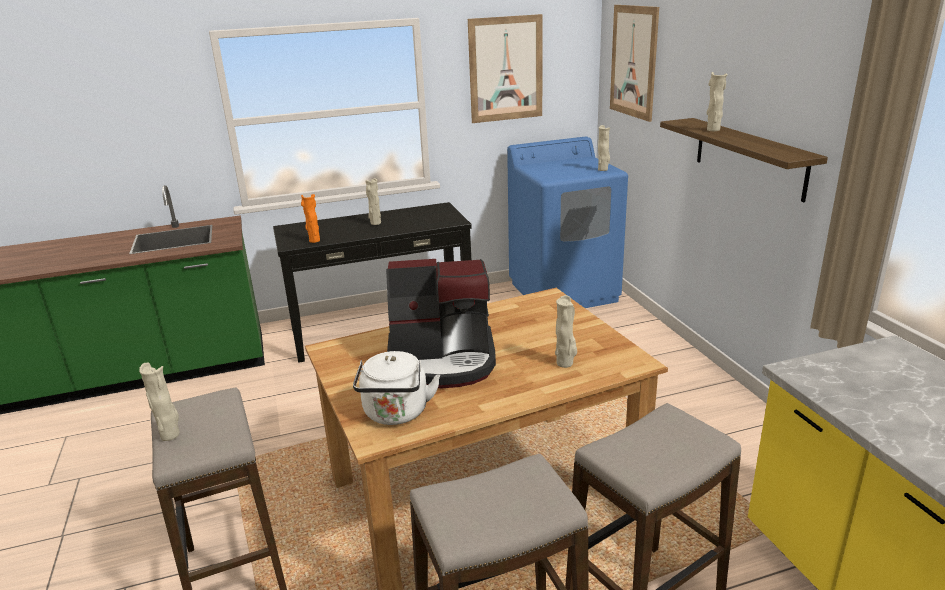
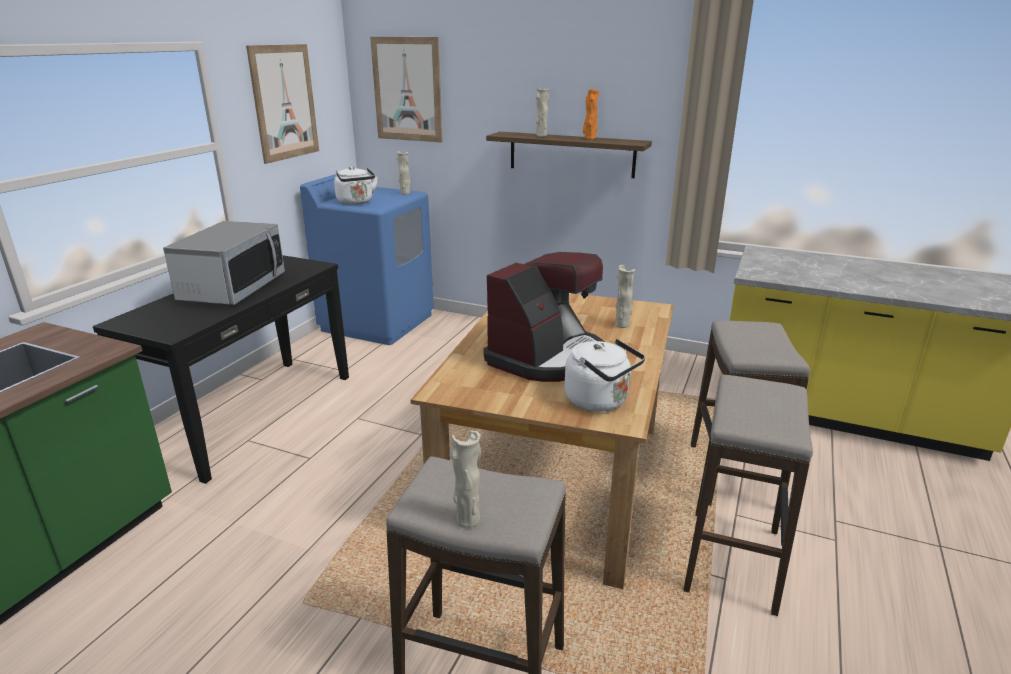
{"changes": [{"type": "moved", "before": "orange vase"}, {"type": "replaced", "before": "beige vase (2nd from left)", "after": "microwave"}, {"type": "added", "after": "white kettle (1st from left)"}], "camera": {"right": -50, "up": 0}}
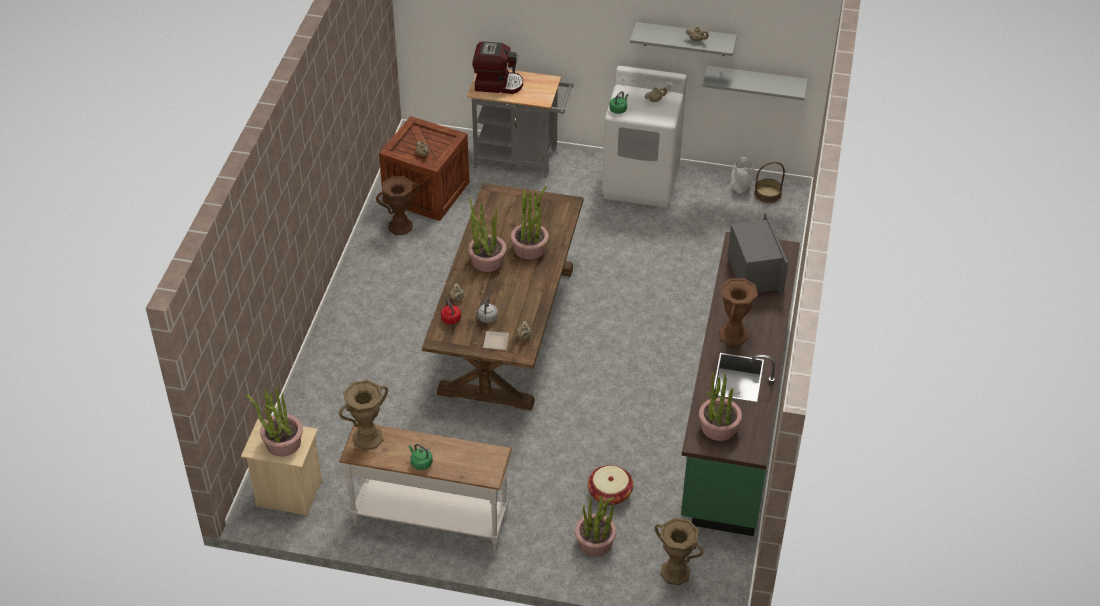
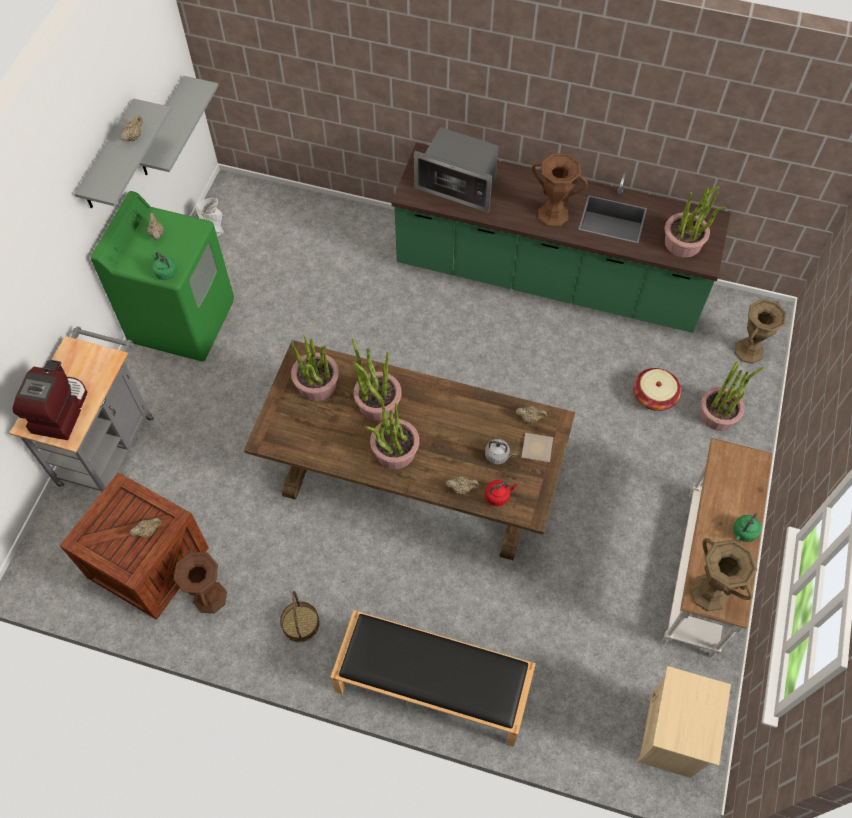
{"changes": [{"type": "moved", "before": "potted plant (1st from left)"}, {"type": "recoloured", "before": "white washing machine", "after": "green washing machine"}, {"type": "turned", "before": "microwave", "turn": -150}, {"type": "moved", "before": "basket (2nd from left in the first image)", "after": "basket (1st from left)"}, {"type": "added", "after": "black bench"}], "camera": {"right": -85, "up": 15}}
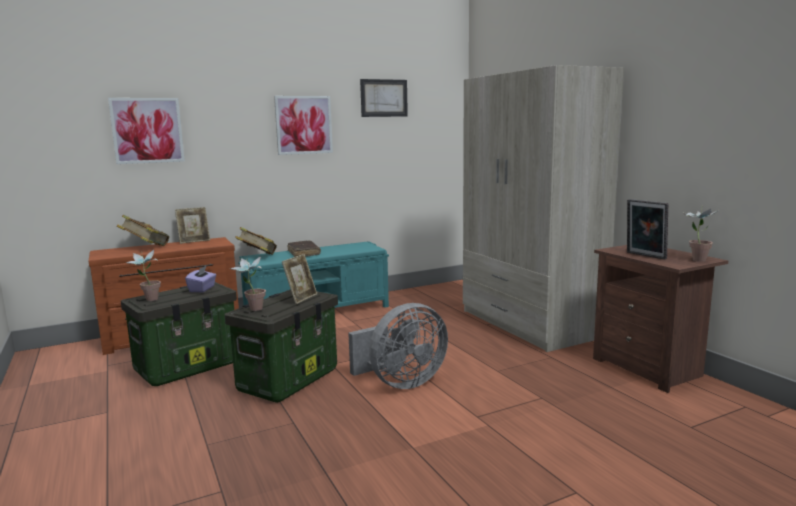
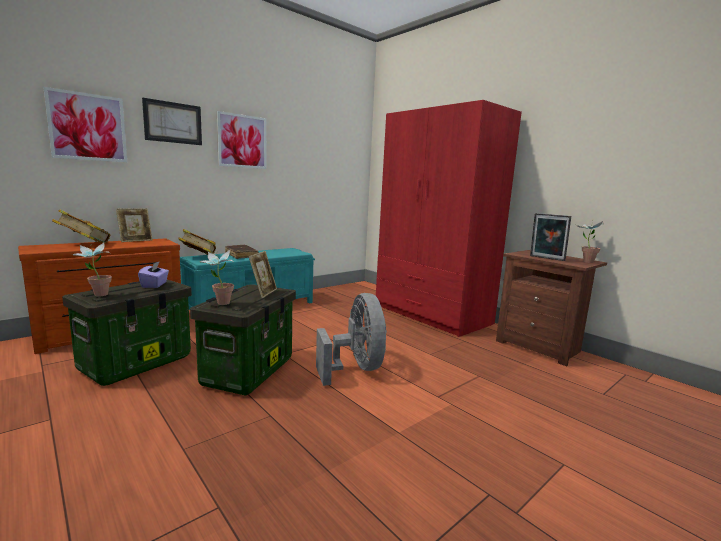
{"changes": [{"type": "turned", "before": "grey fan", "turn": -60}, {"type": "moved", "before": "picture (3rd from left in the first image)", "after": "picture (2nd from left)"}, {"type": "recoloured", "before": "beige wardrobe", "after": "red wardrobe"}], "camera": {"right": -15, "up": 0}}
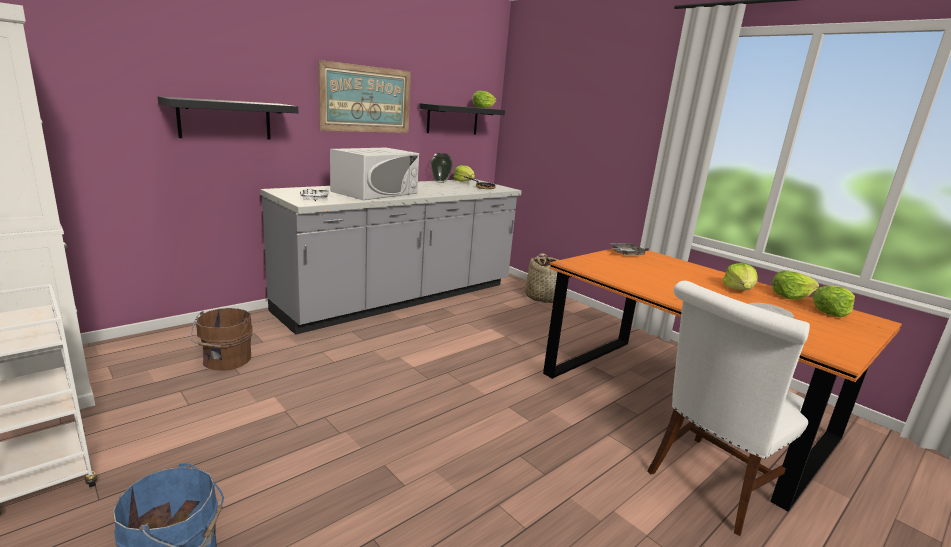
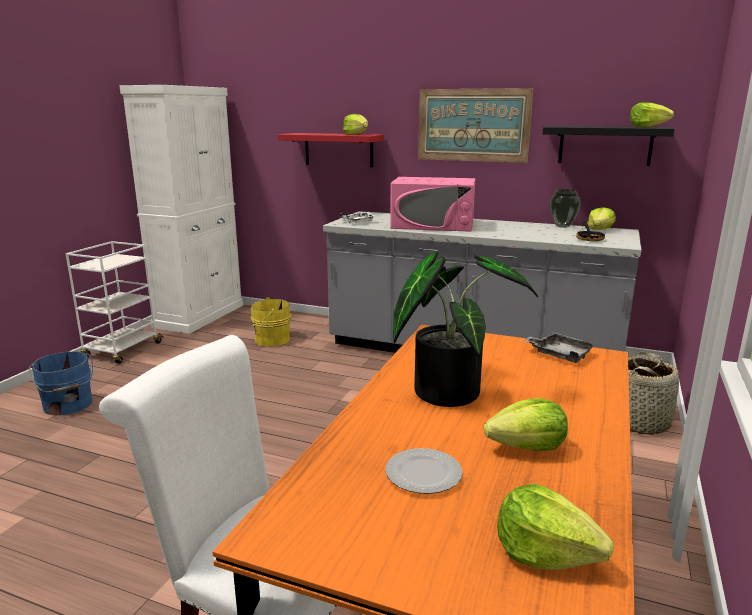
{"changes": [{"type": "recoloured", "before": "black shelf (1st from left)", "after": "red shelf"}, {"type": "recoloured", "before": "brown bucket", "after": "yellow bucket"}, {"type": "recoloured", "before": "white microwave", "after": "pink microwave"}, {"type": "moved", "before": "lettuce (4th from left in the first image)", "after": "lettuce (1st from left)"}, {"type": "added", "after": "potted plant"}], "camera": {"right": 65, "up": 0}}
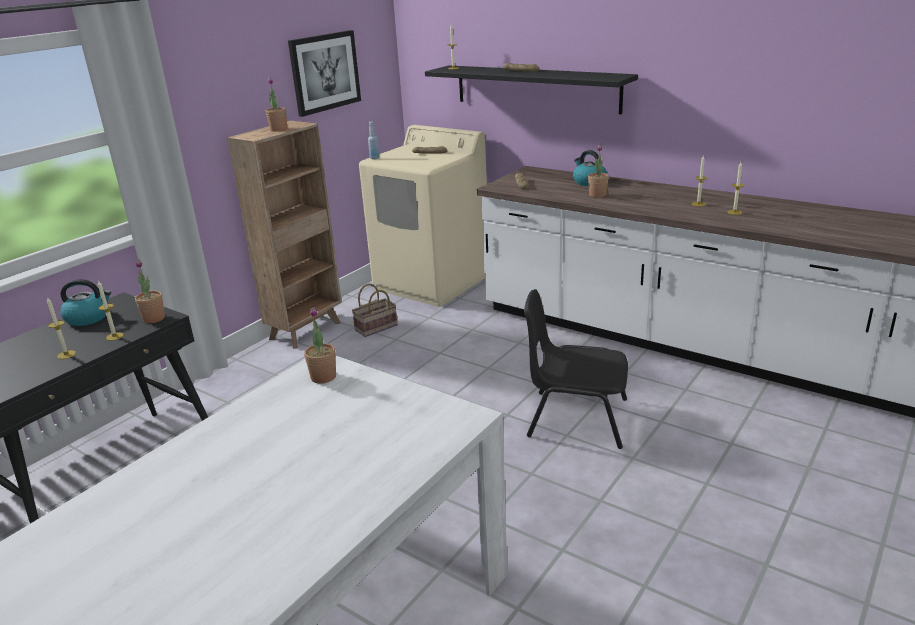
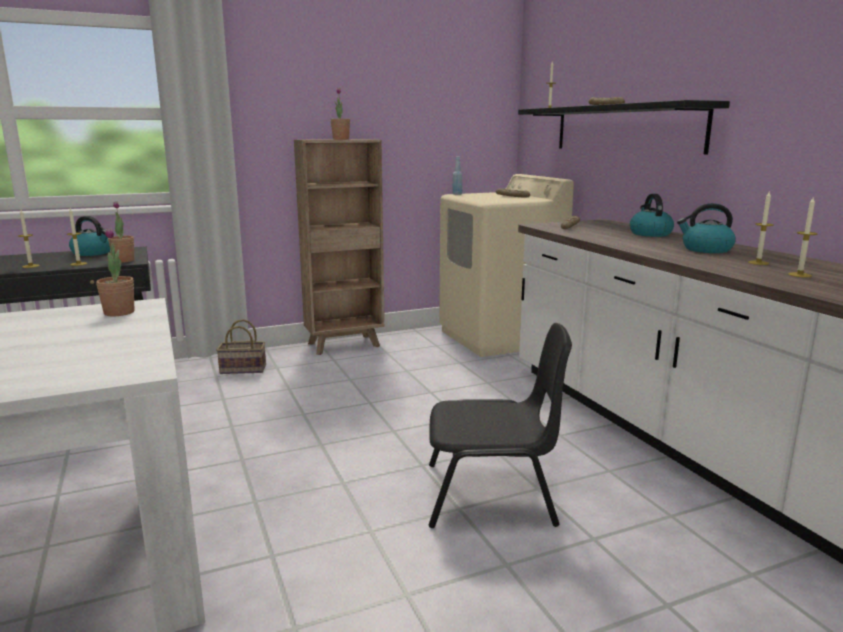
{"changes": [{"type": "removed", "before": "picture"}, {"type": "moved", "before": "basket"}, {"type": "turned", "before": "black chair", "turn": 135}, {"type": "removed", "before": "potted plant (4th from left)"}, {"type": "added", "after": "kettle (3rd from left)"}], "camera": {"right": 30, "up": -10}}
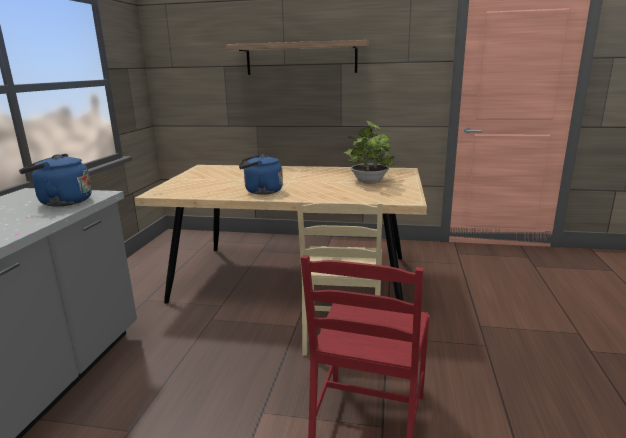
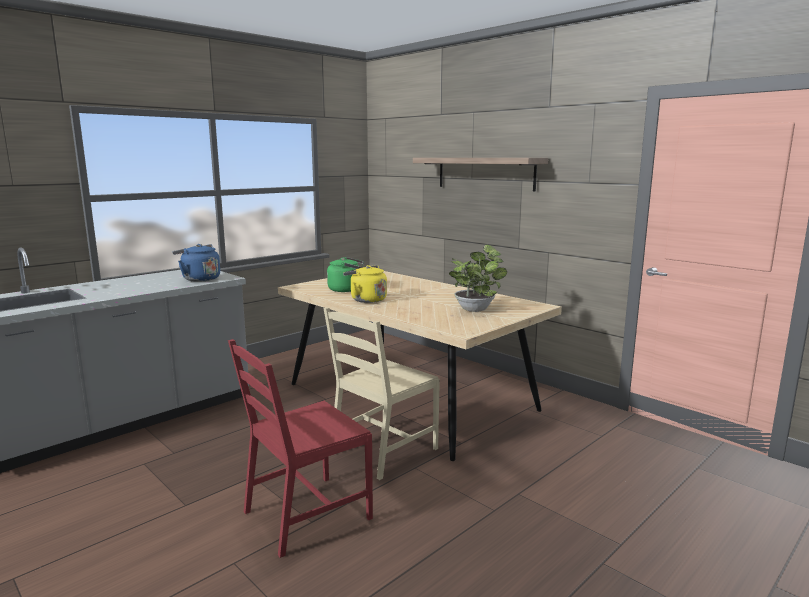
{"changes": [{"type": "recoloured", "before": "blue kettle (2nd from left)", "after": "yellow kettle"}, {"type": "added", "after": "green kettle"}], "camera": {"right": 35, "up": -5}}
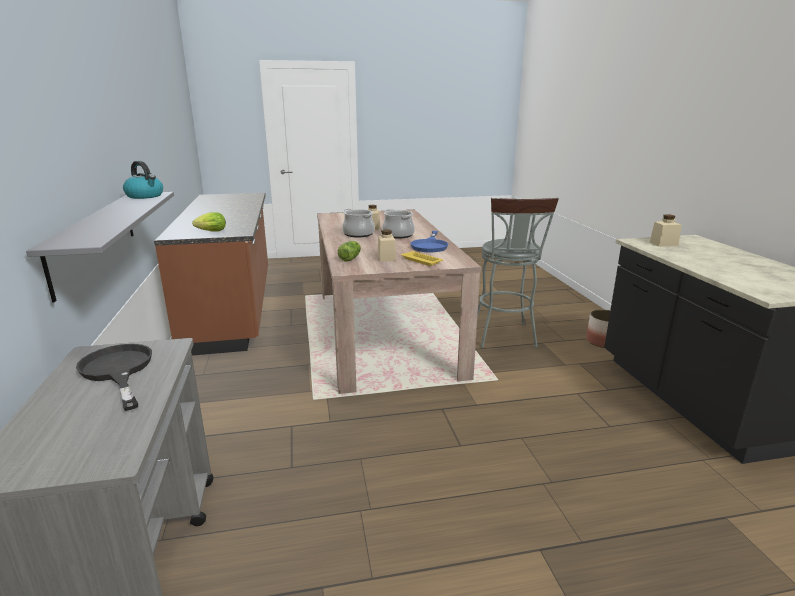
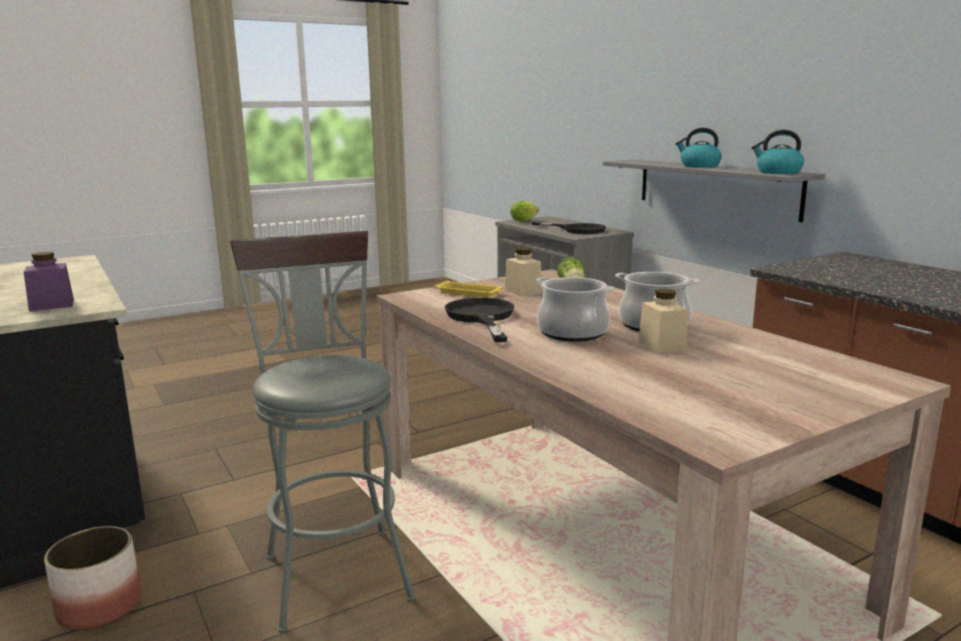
{"changes": [{"type": "moved", "before": "lettuce (1st from left)"}, {"type": "recoloured", "before": "blue frying pan", "after": "black frying pan (1st from left)"}, {"type": "recoloured", "before": "beige jar (3rd from left)", "after": "purple jar"}, {"type": "added", "after": "kettle (1st from left)"}], "camera": {"right": 160, "up": -5}}
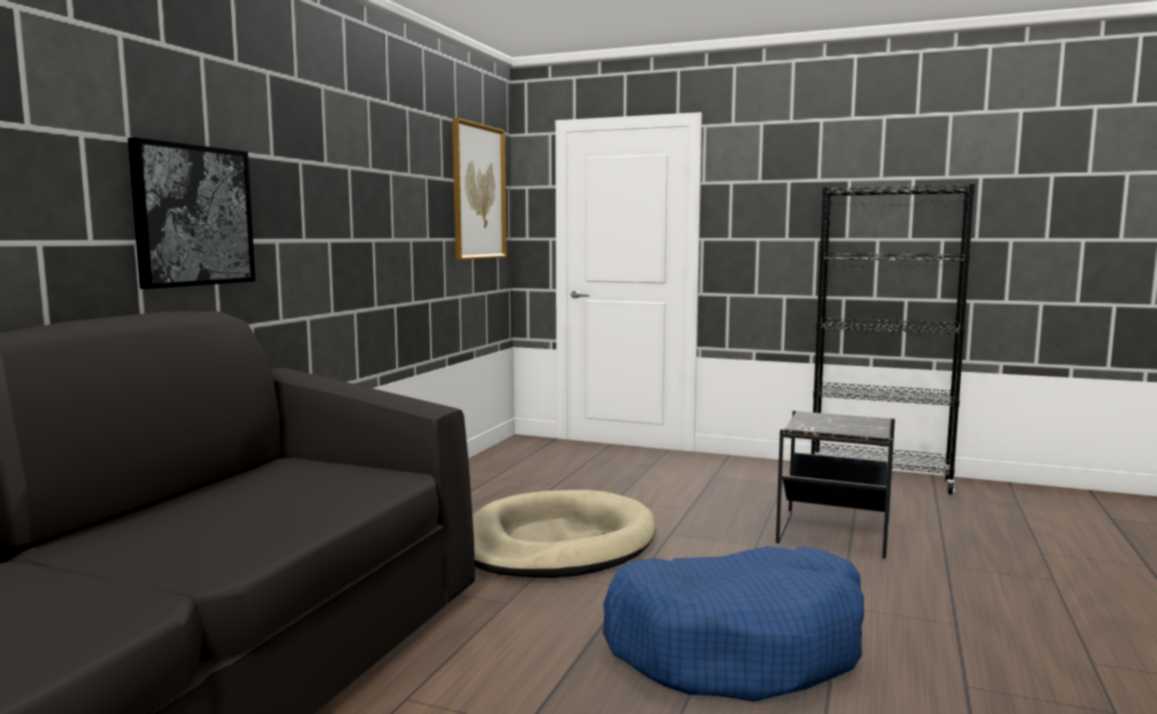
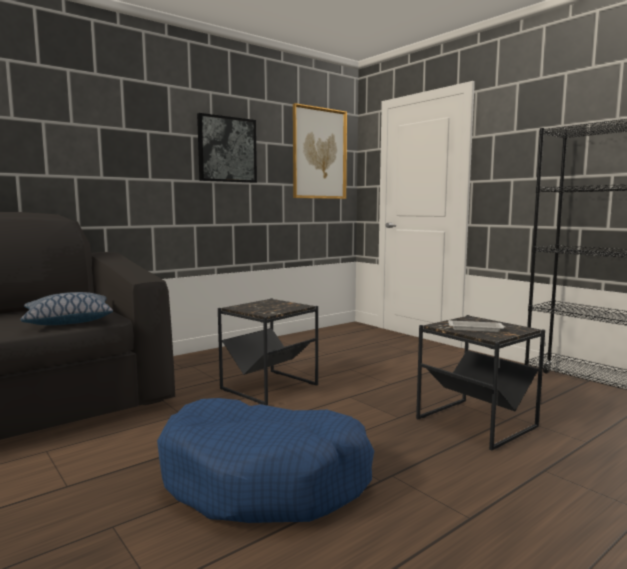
{"changes": [{"type": "moved", "before": "picture (1st from left)"}, {"type": "replaced", "before": "beige dog bed", "after": "black side table (1st from left)"}, {"type": "added", "after": "pillow"}, {"type": "added", "after": "white tray"}], "camera": {"right": 30, "up": 0}}
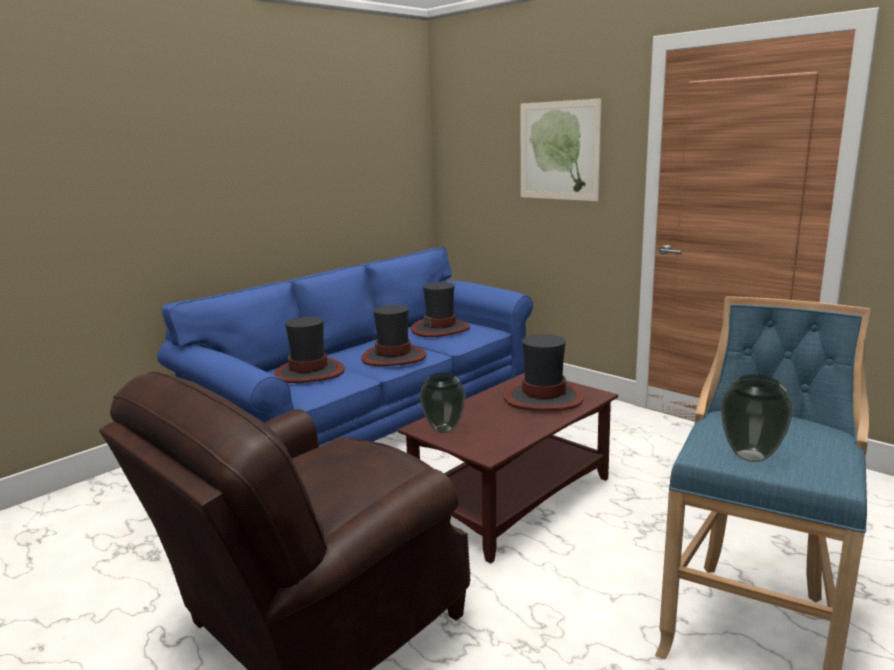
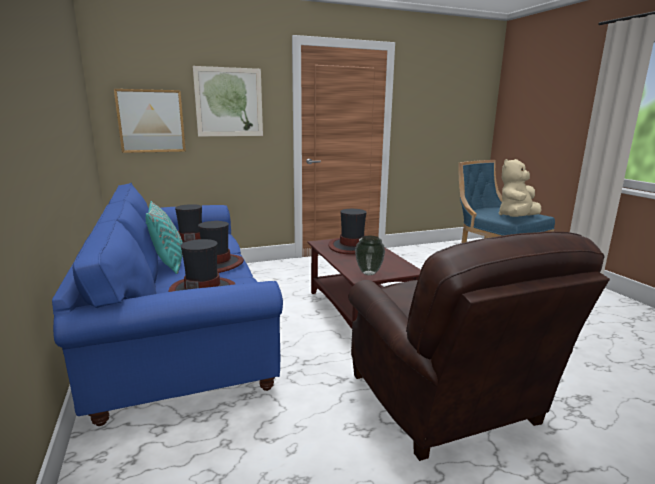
{"changes": [{"type": "replaced", "before": "vase (2nd from left)", "after": "beige plush toy"}, {"type": "added", "after": "picture (1st from left)"}, {"type": "added", "after": "turquoise pillow"}], "camera": {"right": -65, "up": 0}}
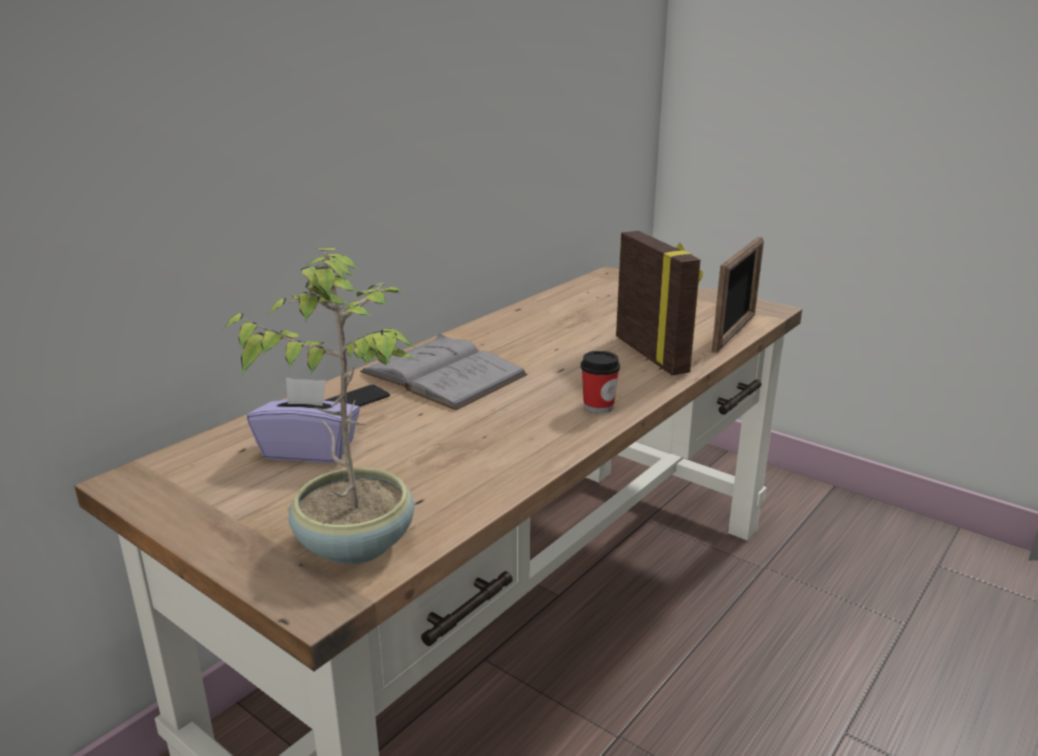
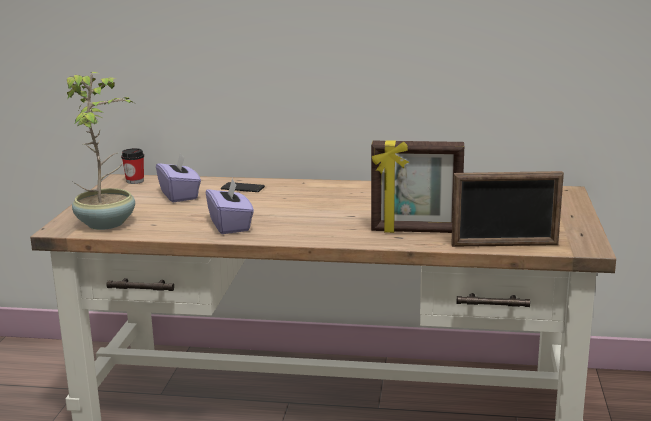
{"changes": [{"type": "removed", "before": "grey book"}, {"type": "moved", "before": "cup"}, {"type": "turned", "before": "picture frame (1st from left)", "turn": 60}, {"type": "added", "after": "purple tissue box (2nd from left)"}], "camera": {"right": 60, "up": -5}}
